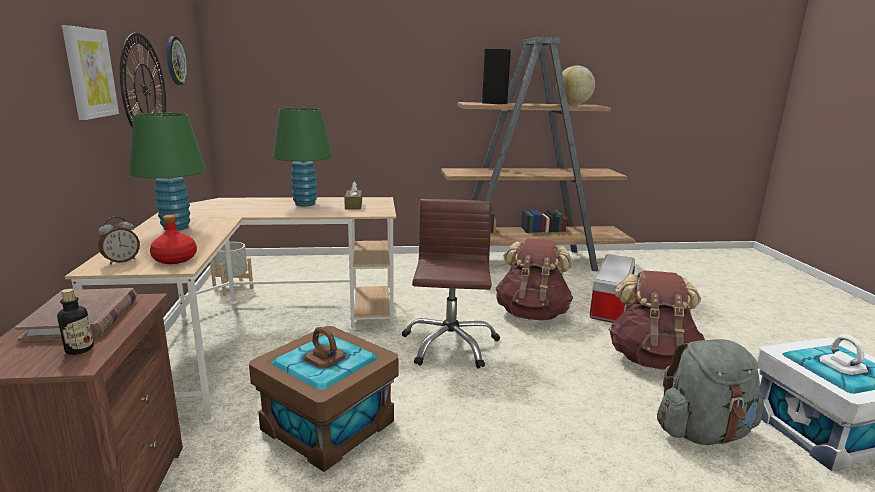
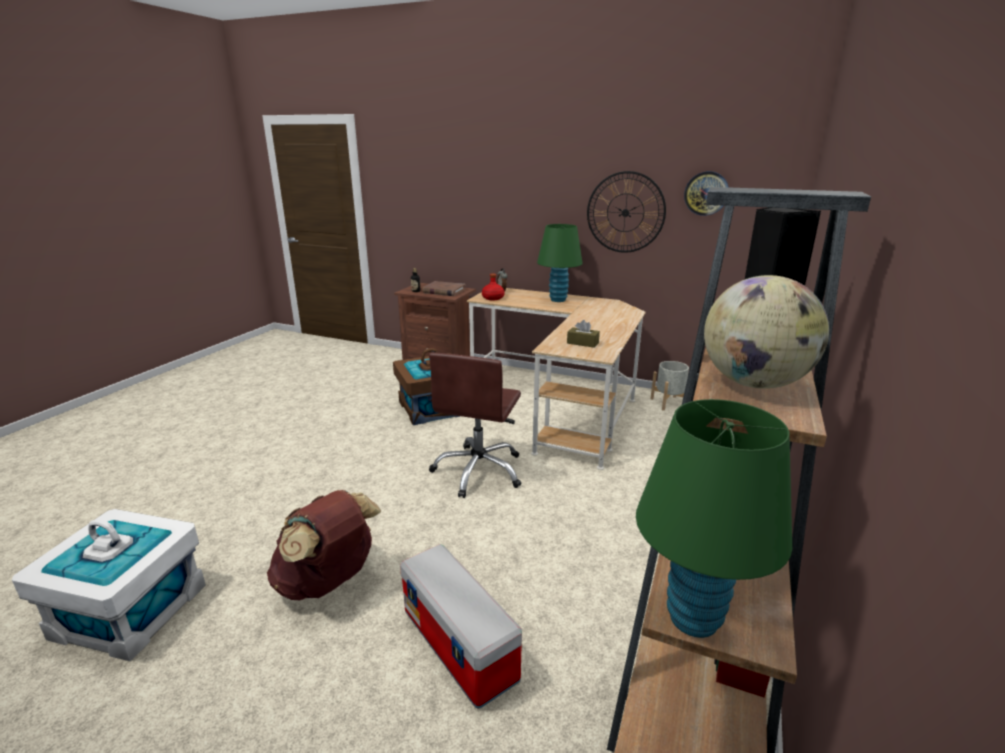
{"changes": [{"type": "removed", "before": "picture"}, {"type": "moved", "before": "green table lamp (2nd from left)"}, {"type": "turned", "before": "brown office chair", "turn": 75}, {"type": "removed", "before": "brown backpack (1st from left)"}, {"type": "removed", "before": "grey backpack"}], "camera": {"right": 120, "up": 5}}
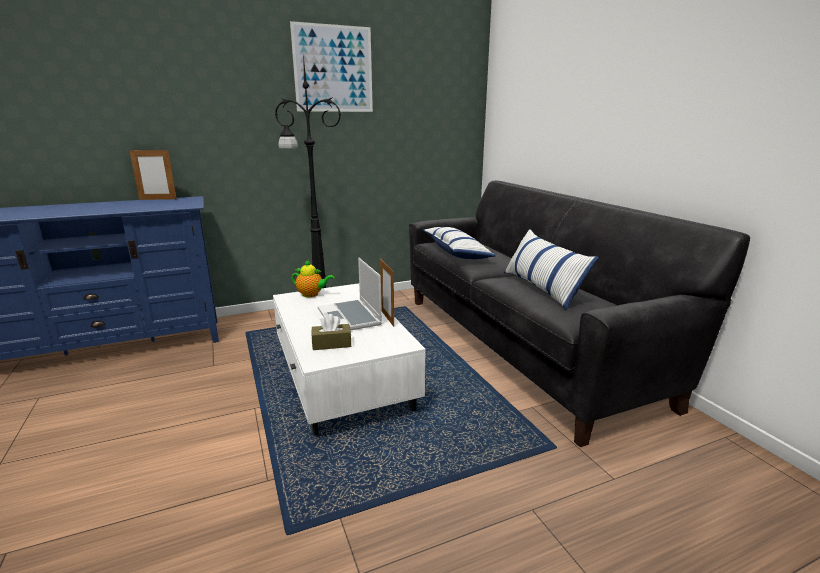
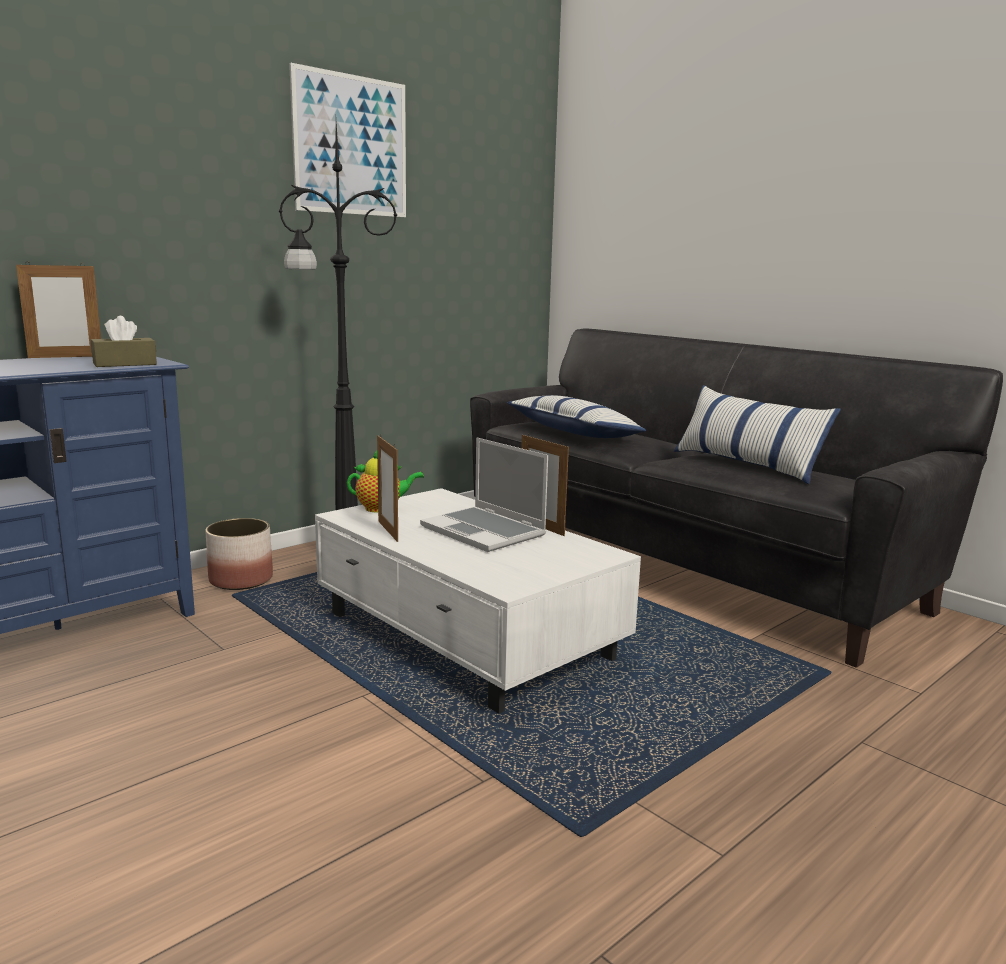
{"changes": [{"type": "moved", "before": "brown tissue box"}, {"type": "added", "after": "planter"}, {"type": "added", "after": "picture frame (2nd from left)"}], "camera": {"right": -20, "up": -5}}
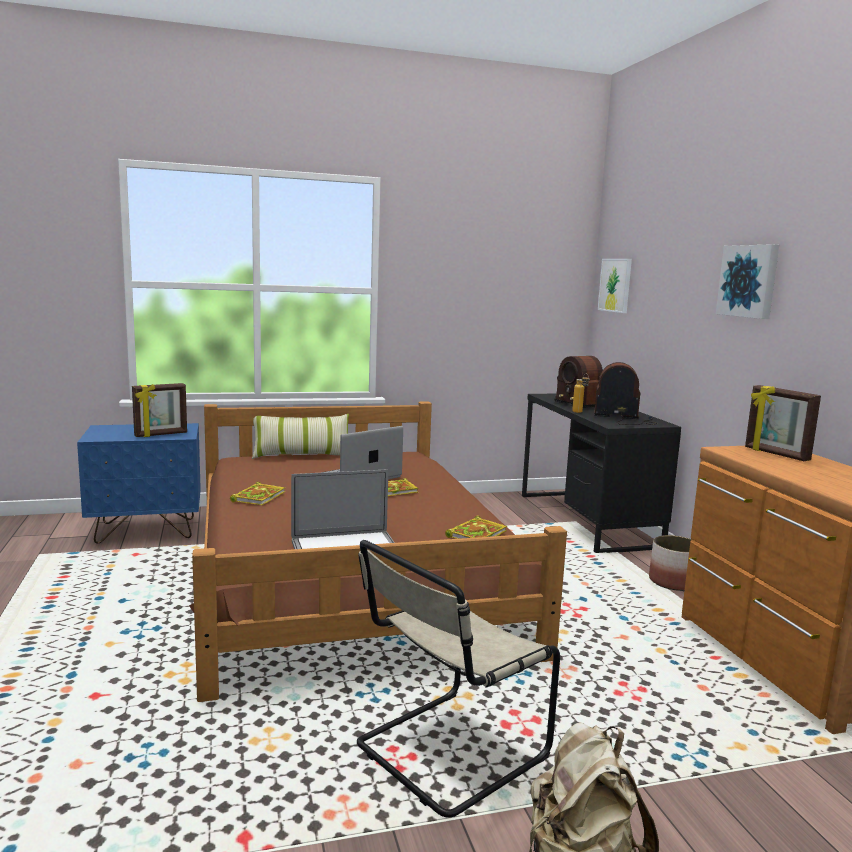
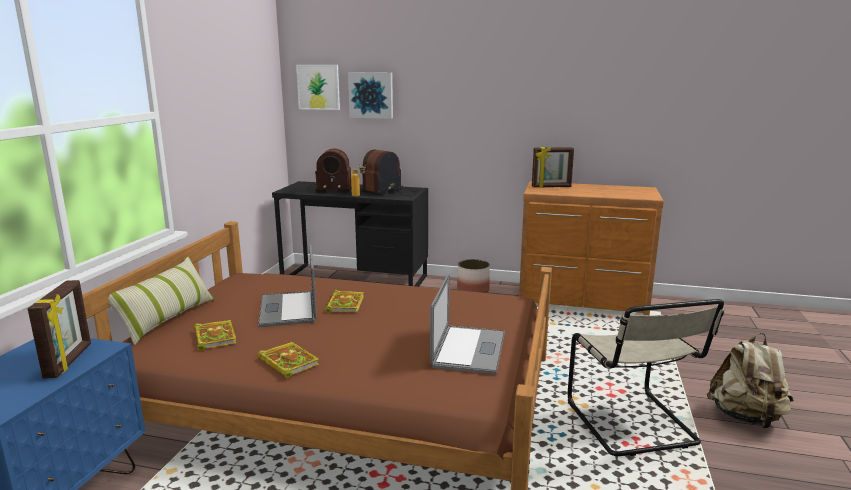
{"changes": [{"type": "moved", "before": "book (3rd from left in the first image)", "after": "book (1st from left)"}, {"type": "moved", "before": "picture (2nd from left)"}], "camera": {"right": -60, "up": 5}}
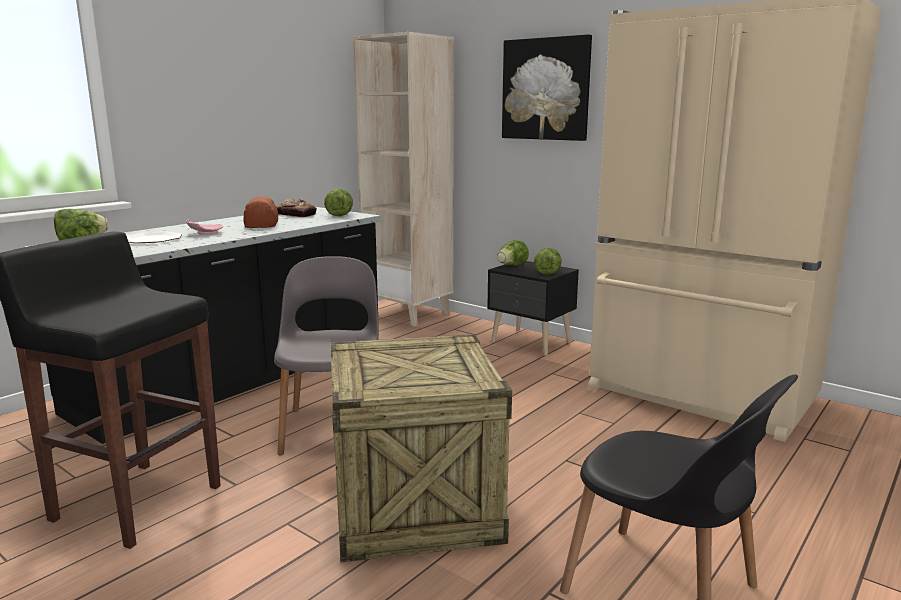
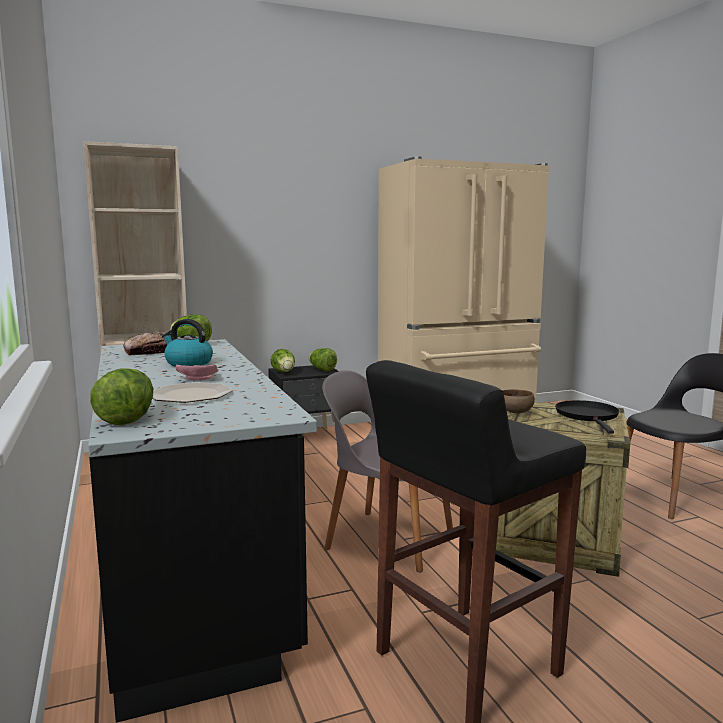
{"changes": [{"type": "replaced", "before": "bread (1st from left)", "after": "kettle"}, {"type": "removed", "before": "picture"}, {"type": "added", "after": "brown bowl"}, {"type": "added", "after": "black frying pan"}], "camera": {"right": -60, "up": -5}}
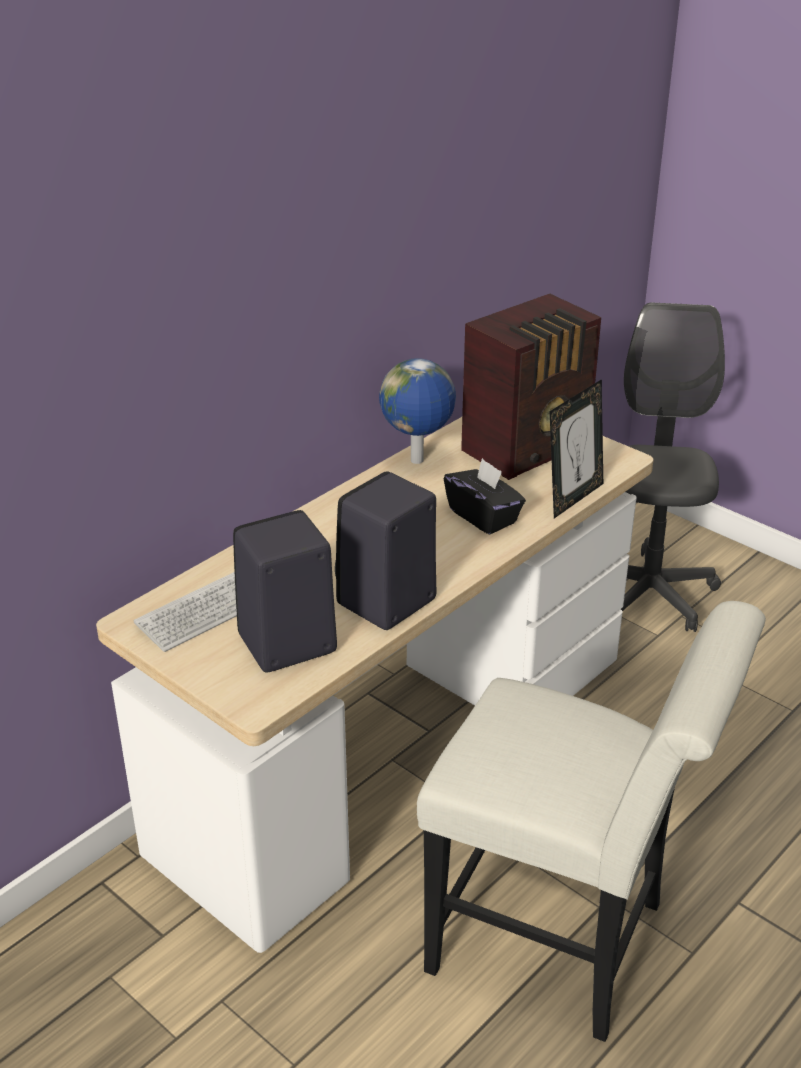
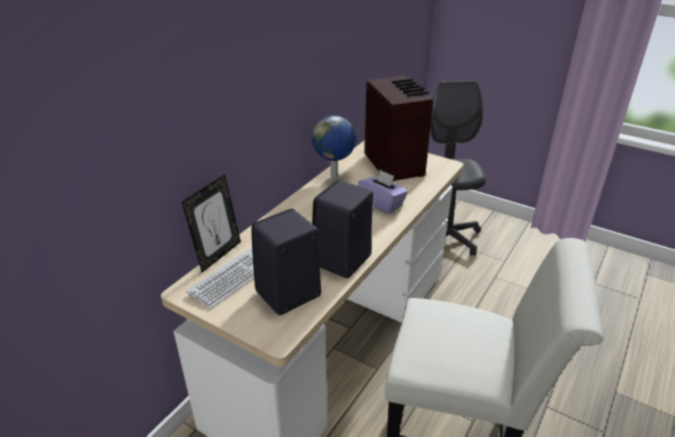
{"changes": [{"type": "recoloured", "before": "black tissue box", "after": "purple tissue box"}, {"type": "turned", "before": "radio", "turn": -60}, {"type": "moved", "before": "picture frame"}], "camera": {"right": -10, "up": 0}}
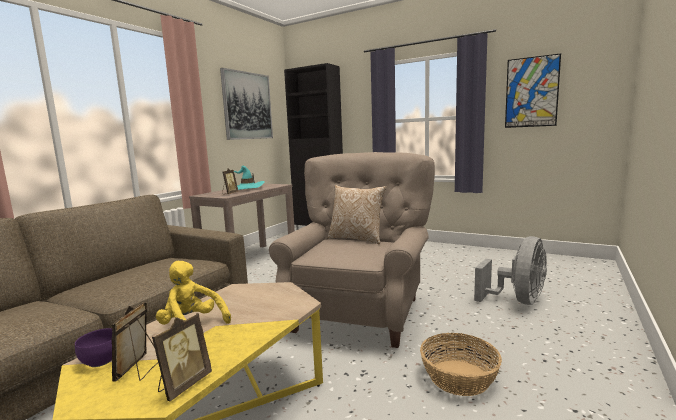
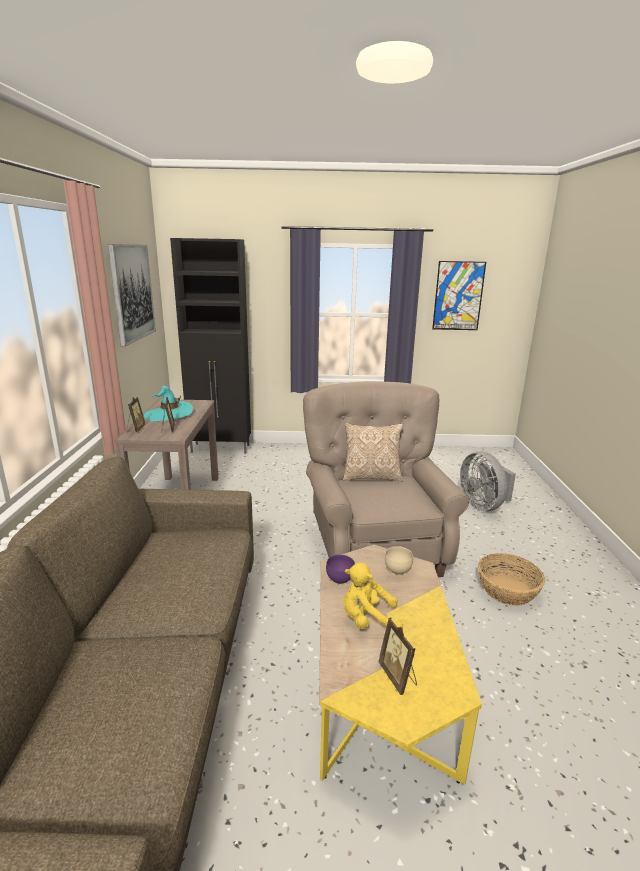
{"changes": [{"type": "moved", "before": "purple bowl"}, {"type": "moved", "before": "picture frame (2nd from left in the first image)", "after": "picture frame (1st from left)"}, {"type": "turned", "before": "grey fan", "turn": 150}, {"type": "added", "after": "beige bowl"}], "camera": {"right": -30, "up": 10}}
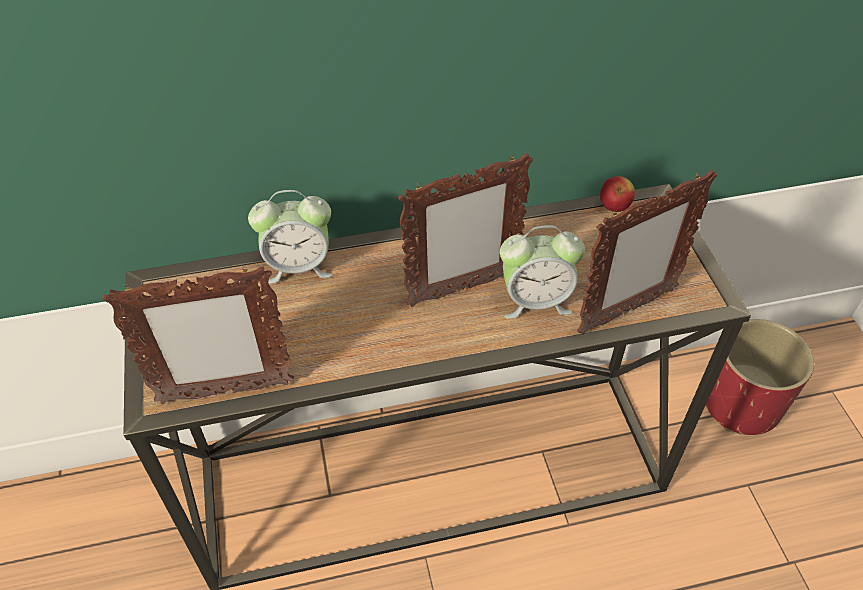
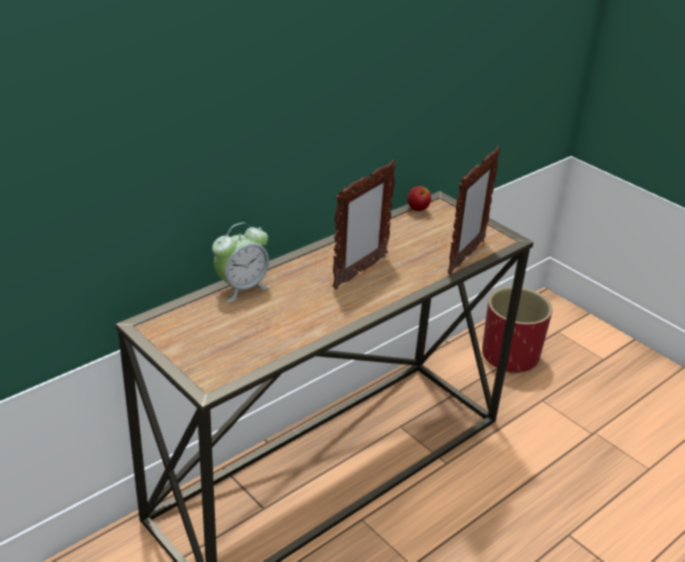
{"changes": [{"type": "removed", "before": "picture frame (1st from left)"}, {"type": "removed", "before": "alarm clock (2nd from left)"}], "camera": {"right": -30, "up": -15}}
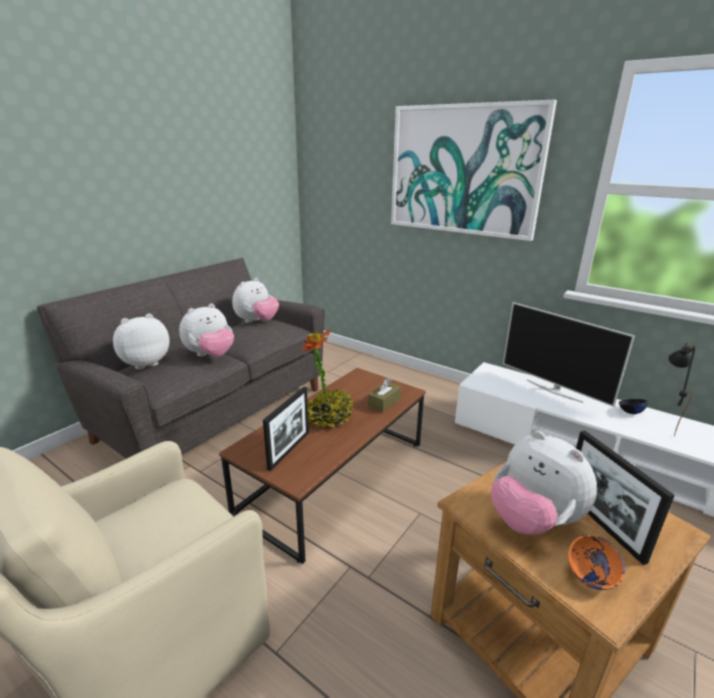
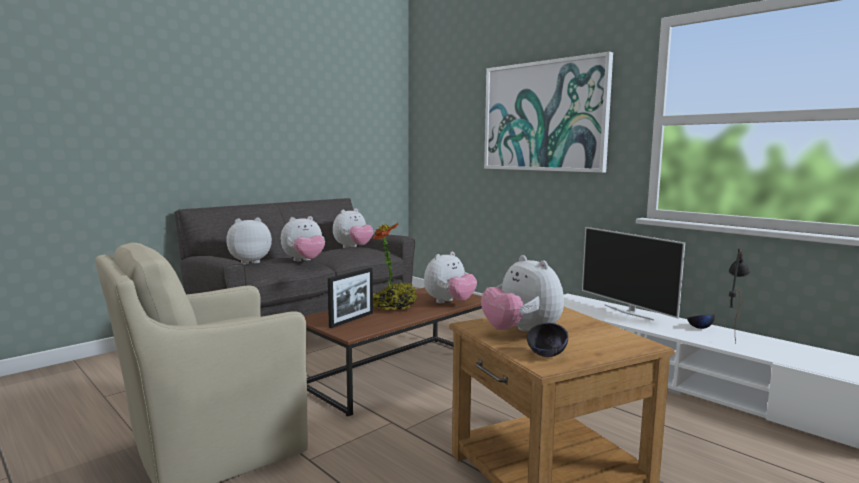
{"changes": [{"type": "replaced", "before": "brown tissue box", "after": "plush toy (4th from left)"}, {"type": "recoloured", "before": "orange bowl", "after": "black bowl (1st from left)"}, {"type": "removed", "before": "picture frame (2nd from left)"}], "camera": {"right": 10, "up": -15}}
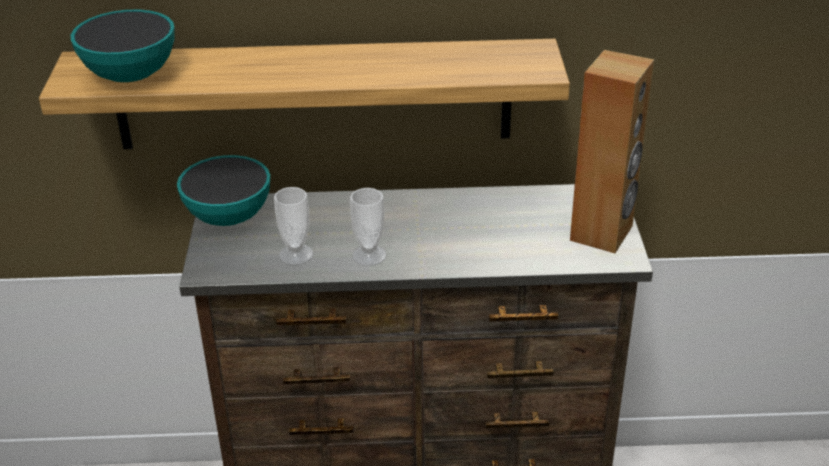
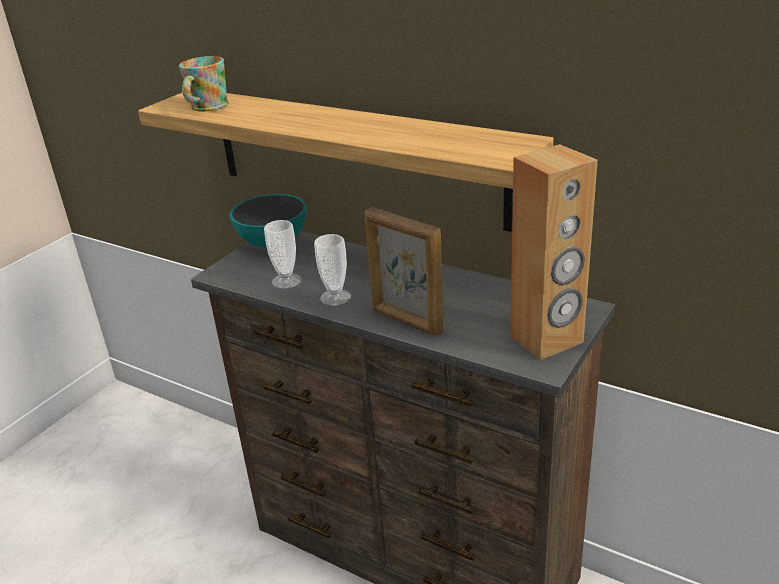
{"changes": [{"type": "replaced", "before": "bowl (1st from left)", "after": "mug"}, {"type": "added", "after": "picture frame"}], "camera": {"right": 35, "up": -5}}
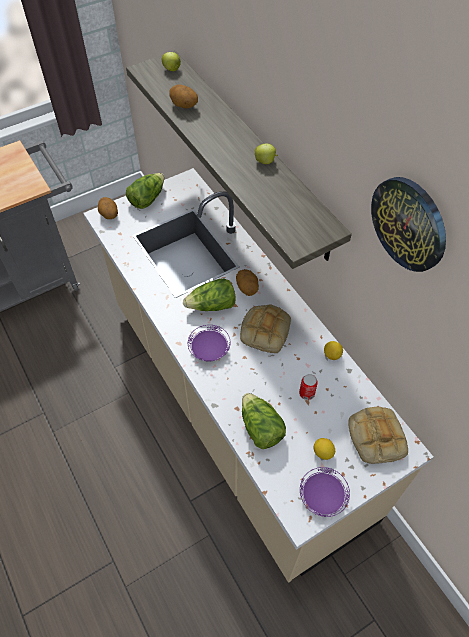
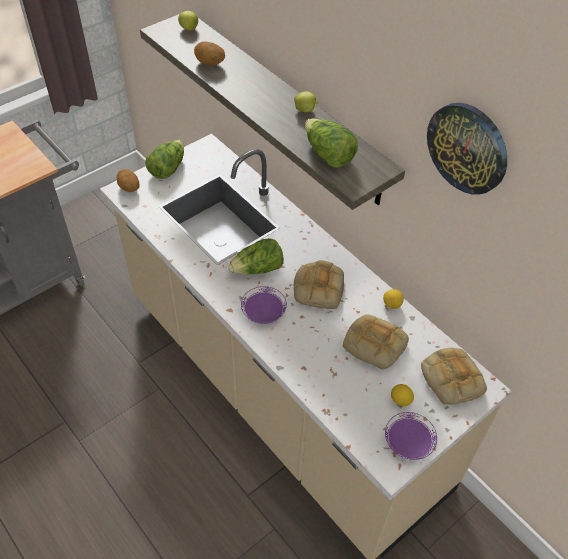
{"changes": [{"type": "removed", "before": "potato (3rd from left)"}, {"type": "moved", "before": "lettuce (3rd from left)"}, {"type": "replaced", "before": "can", "after": "bread (2nd from left)"}], "camera": {"right": -10, "up": -5}}
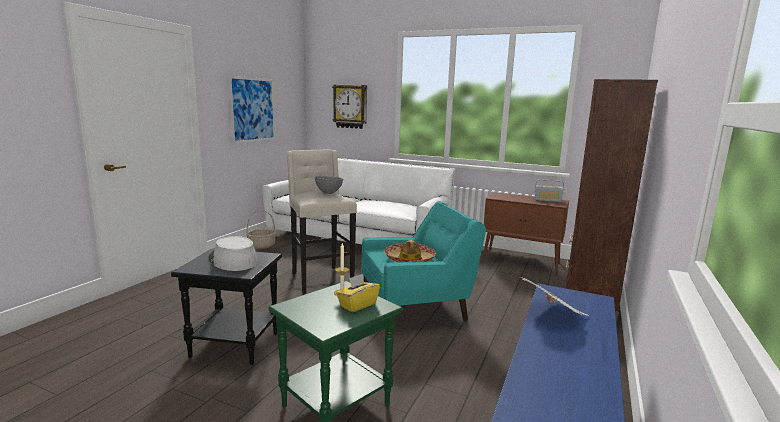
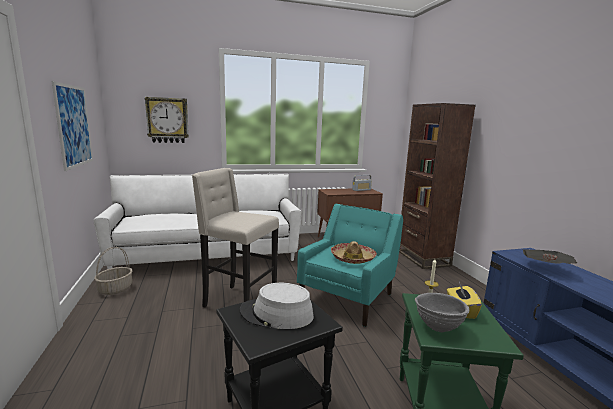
{"changes": [{"type": "moved", "before": "grey bowl"}], "camera": {"right": -40, "up": 0}}
